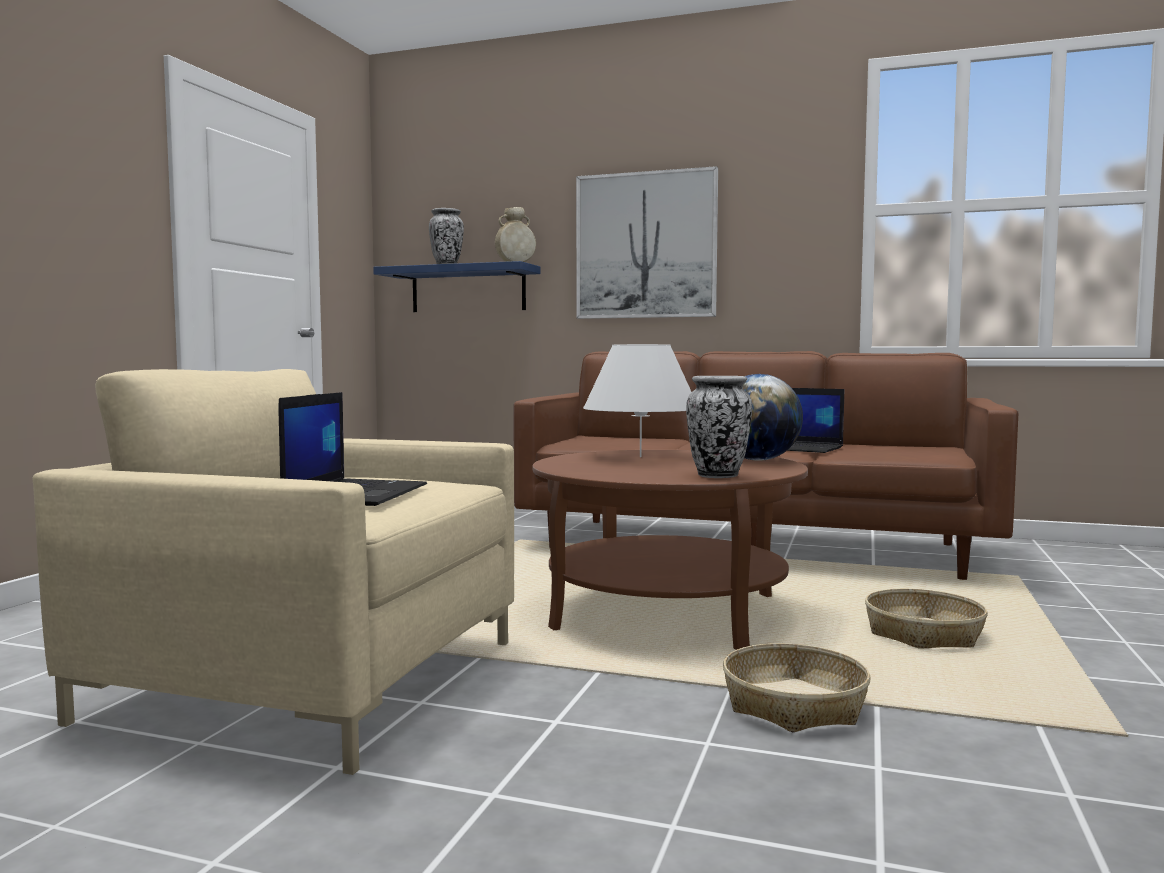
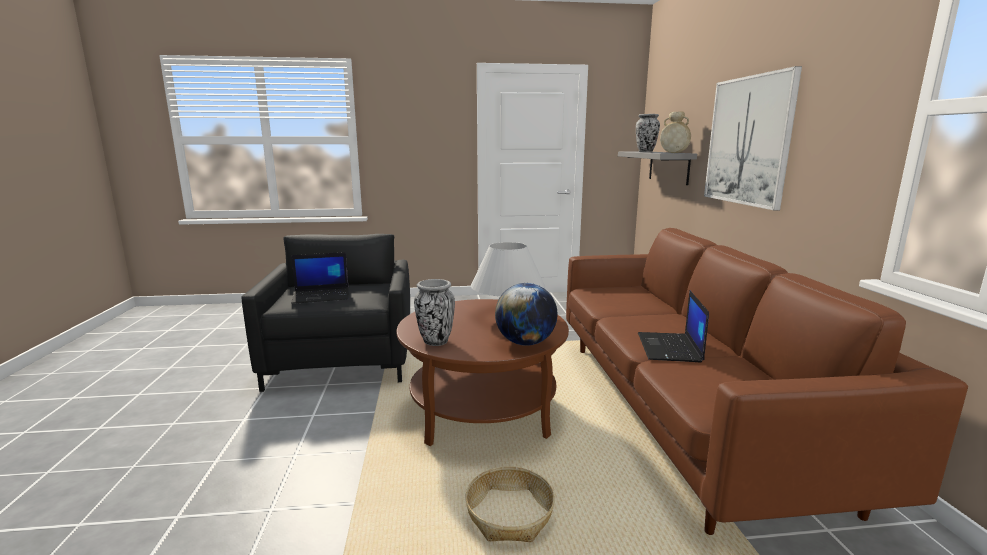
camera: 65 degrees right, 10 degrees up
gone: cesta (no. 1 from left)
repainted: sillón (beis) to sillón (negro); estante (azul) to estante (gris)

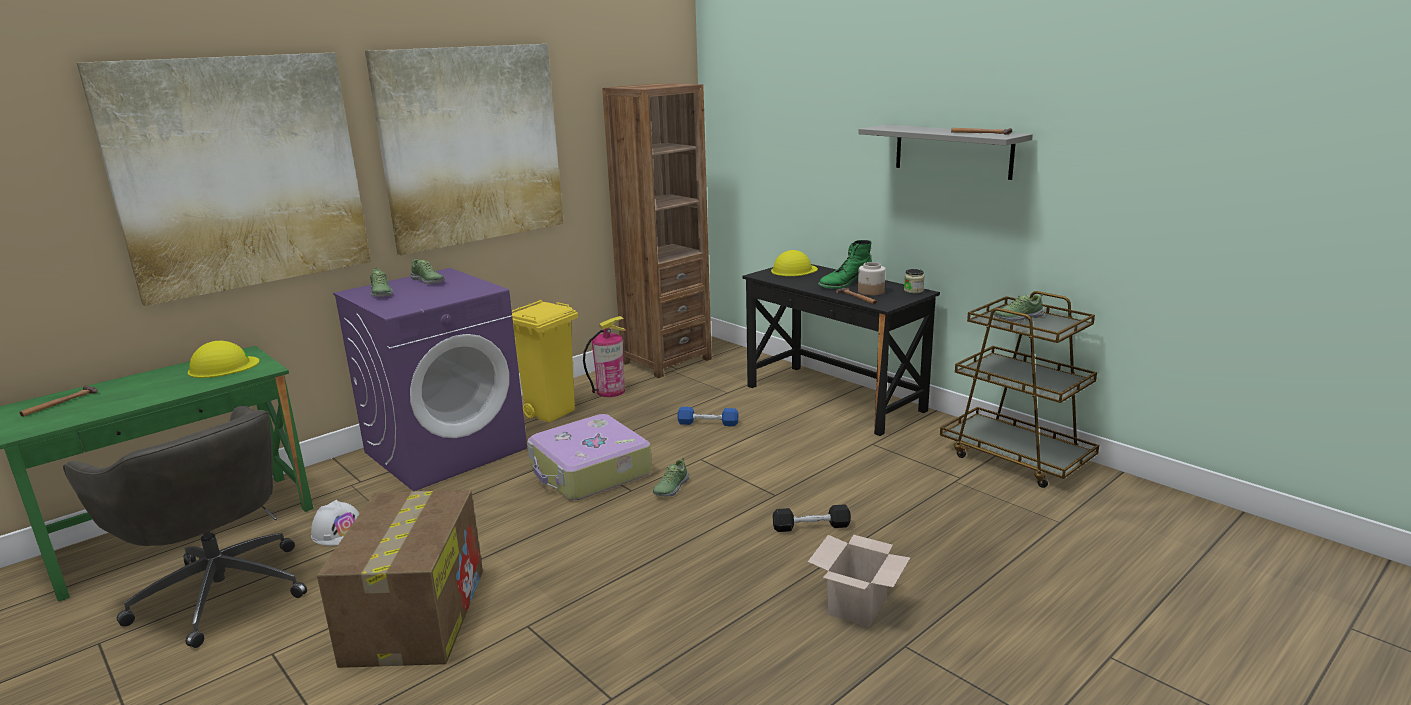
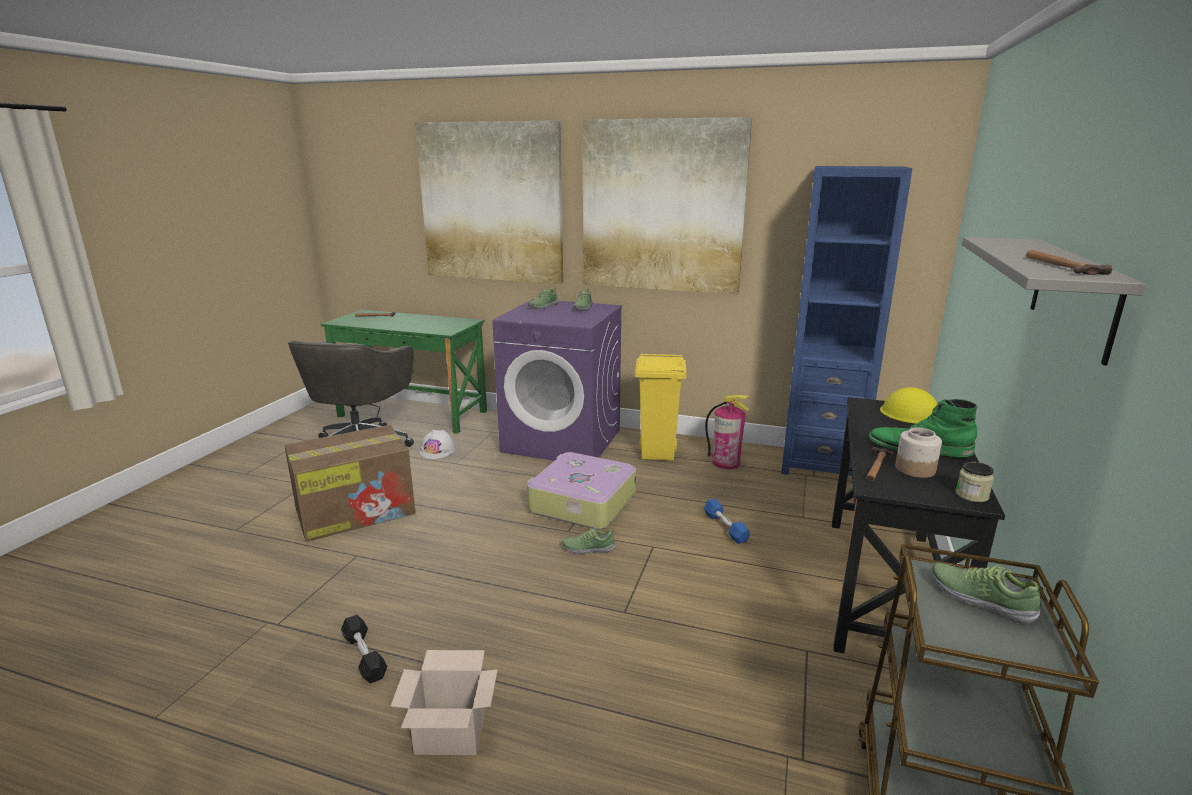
camera: 60 degrees right, 0 degrees up
gone: casco (amarillo) (no. 1 from left)
shifted: mancuerna (negro)
repainted: estantería (marrón) to estantería (azul)

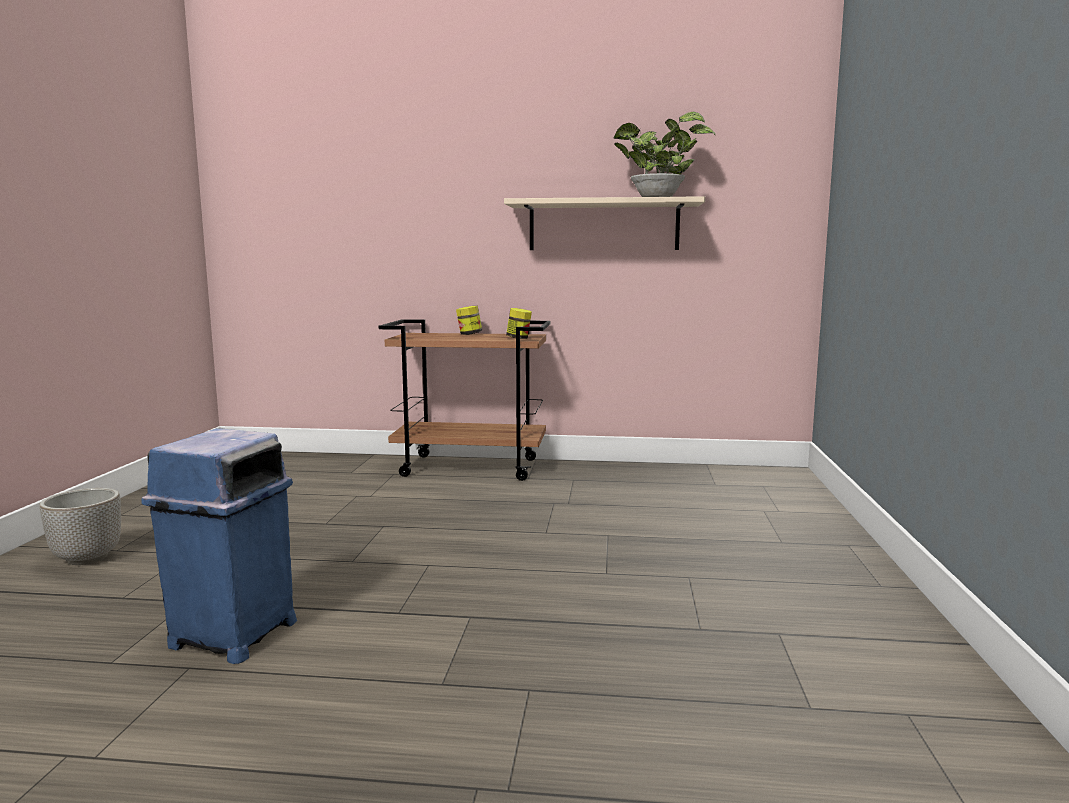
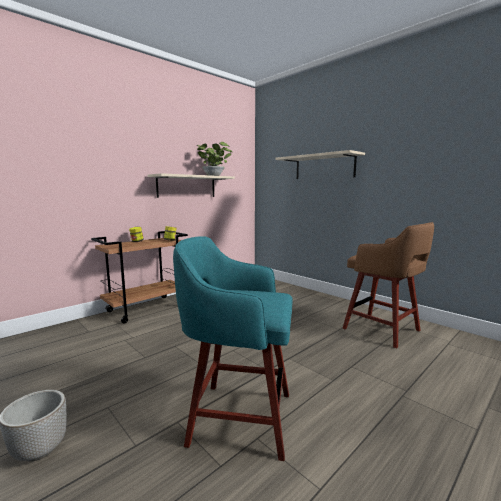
camera: 50 degrees left, 0 degrees up
new: estante (beis) (no. 2 from left); taburete (marrón)
swapped: papelera (azul) to taburete (turquesa)

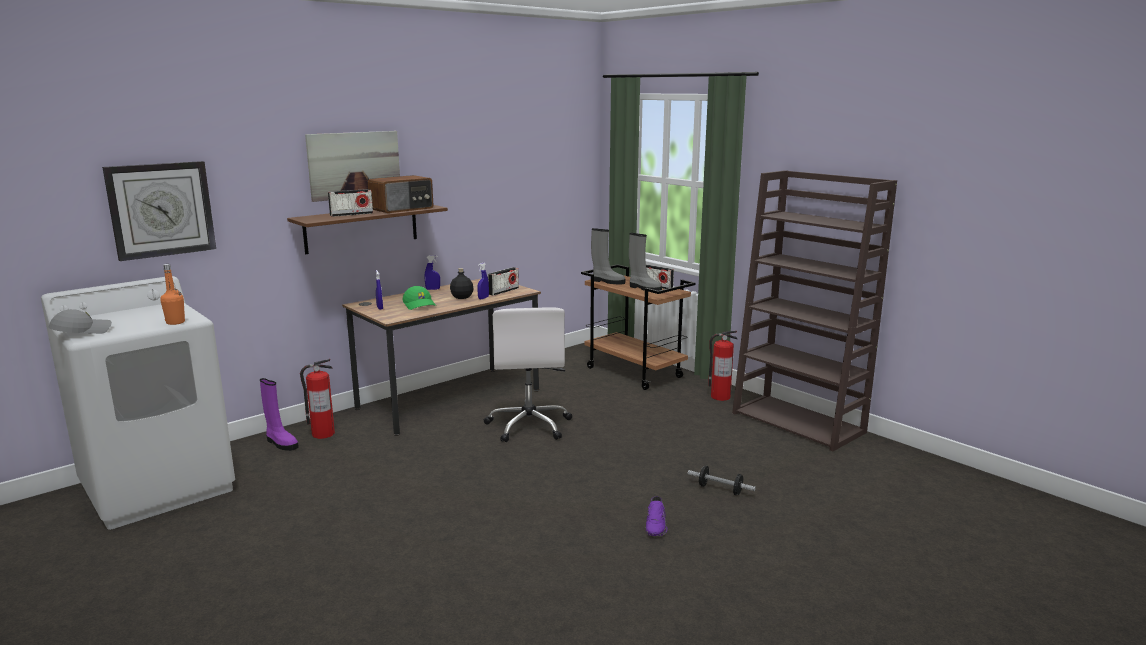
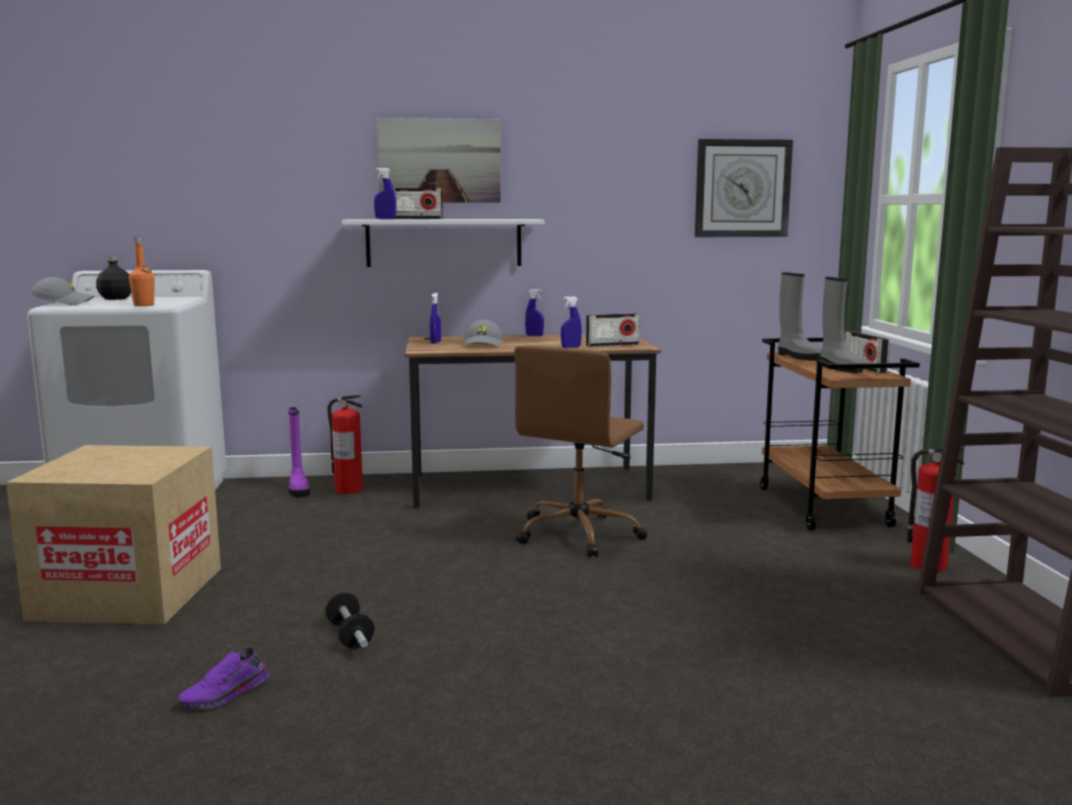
camera: 35 degrees right, 5 degrees down
gone: radio (no. 2 from left)
new: caja de cartón; pulverizador (azul) (no. 1 from left)
shifted: reloj de pared; botella (negro); zapato (morado); mancuerna
repainted: estante (marrón) to estante (blanco); gorra (verde) to gorra (gris) (no. 2 from left); silla de oficina (blanco) to silla de oficina (marrón)

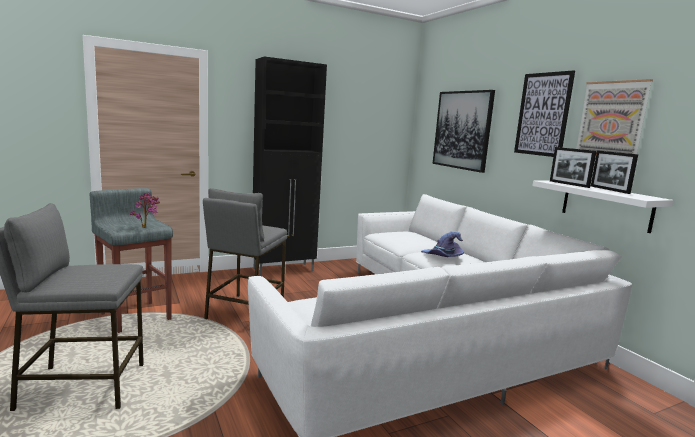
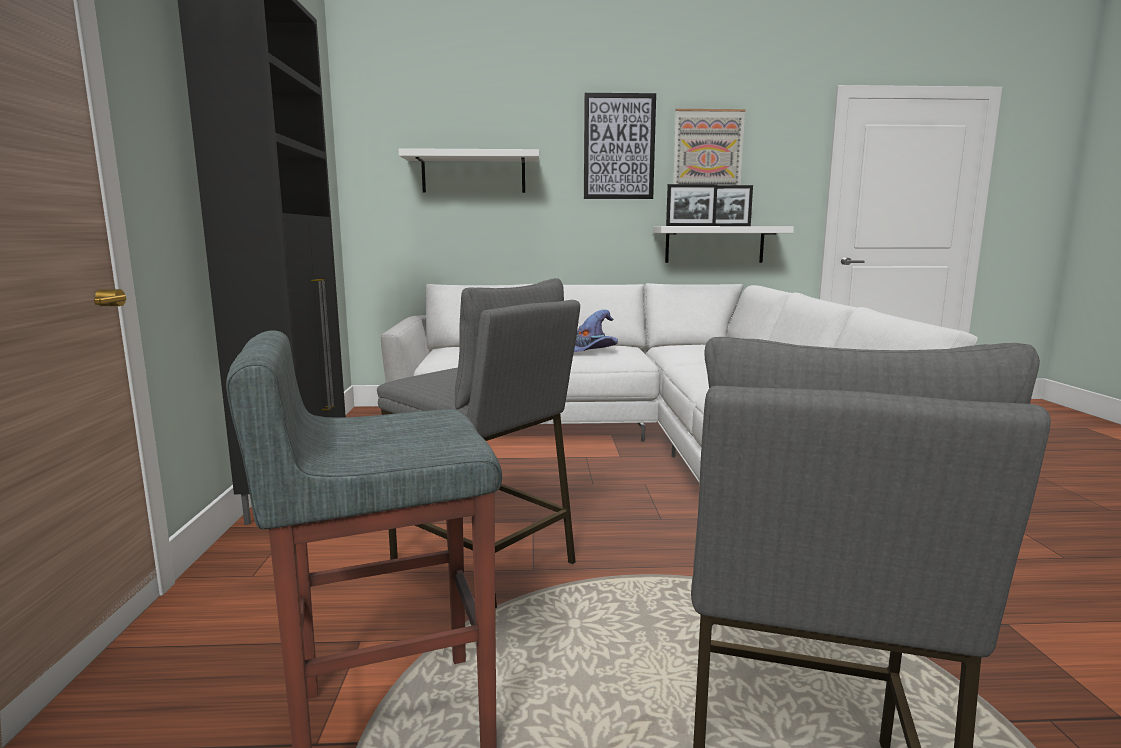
camera: 65 degrees left, 0 degrees up
gone: planta en maceta
swapped: cuadro (no. 1 from left) to estante (blanco) (no. 1 from left)

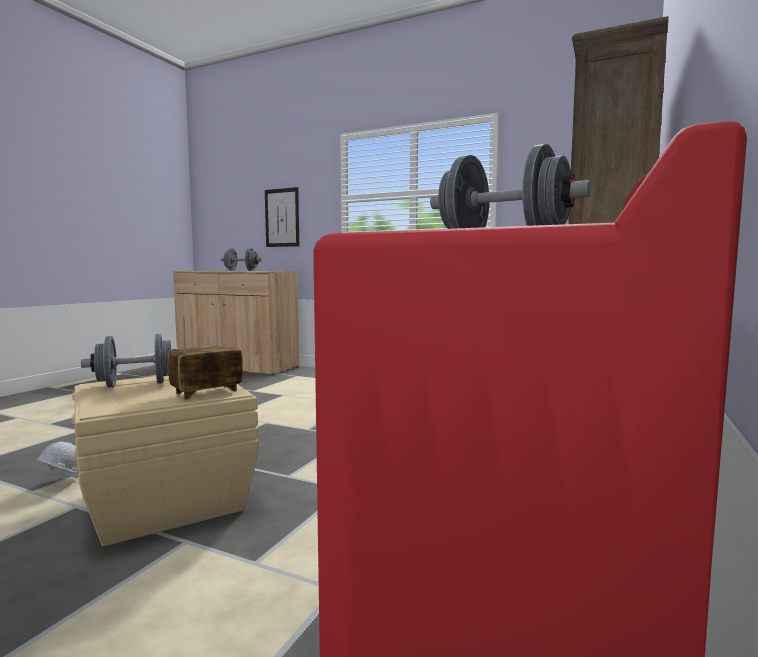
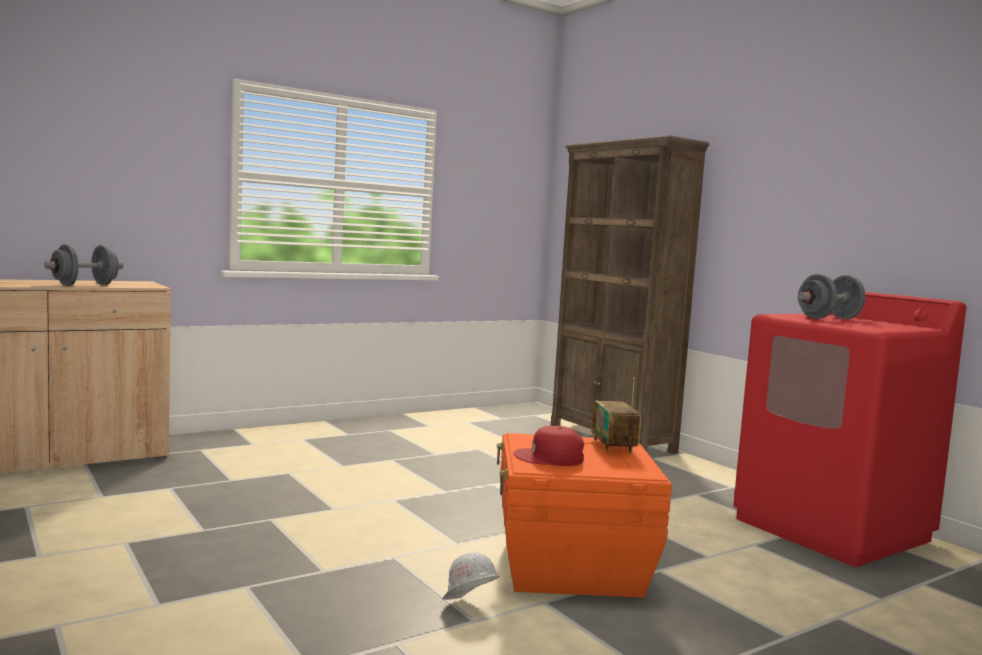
camera: 60 degrees left, 0 degrees up
gone: cuadro
swapped: mancuerna (gris) (no. 1 from left) to gorra (rojo)
repainted: caja de almacenaje (beis) to caja de almacenaje (naranja)

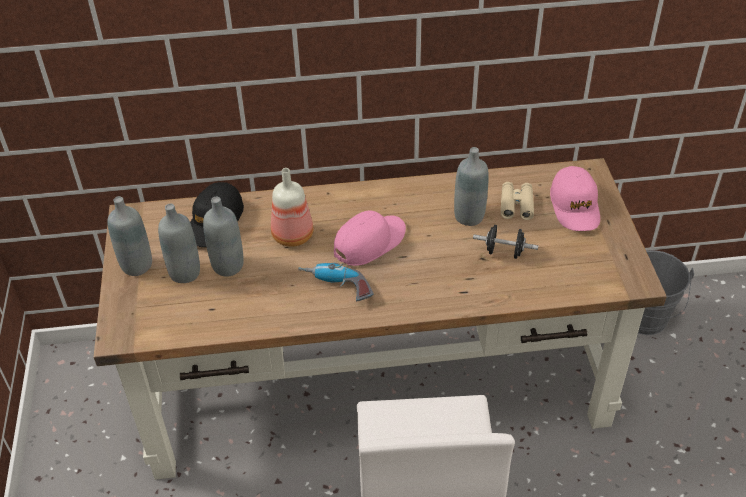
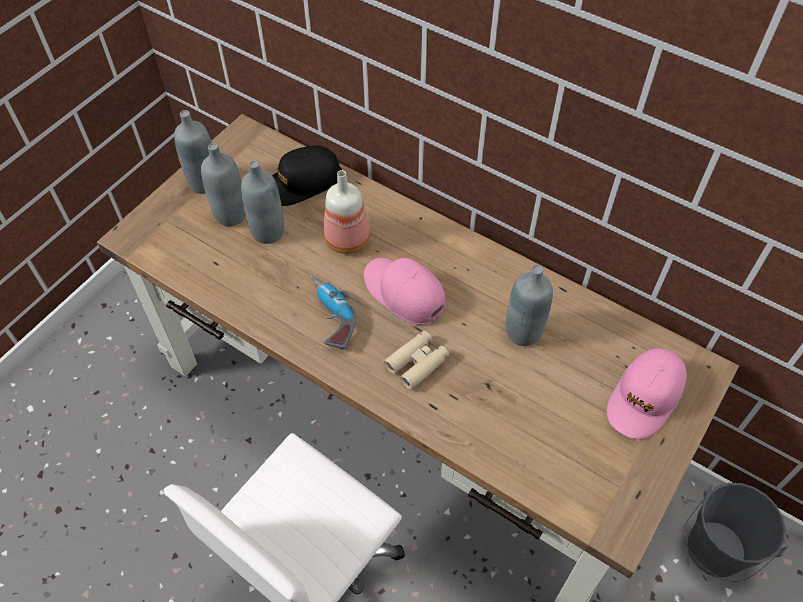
camera: 40 degrees right, 10 degrees up
gone: mancuerna (negro)
shifted: prismáticos (beis)
rotated: gorra (rosa) (no. 1 from left) 135 degrees counterclockwise

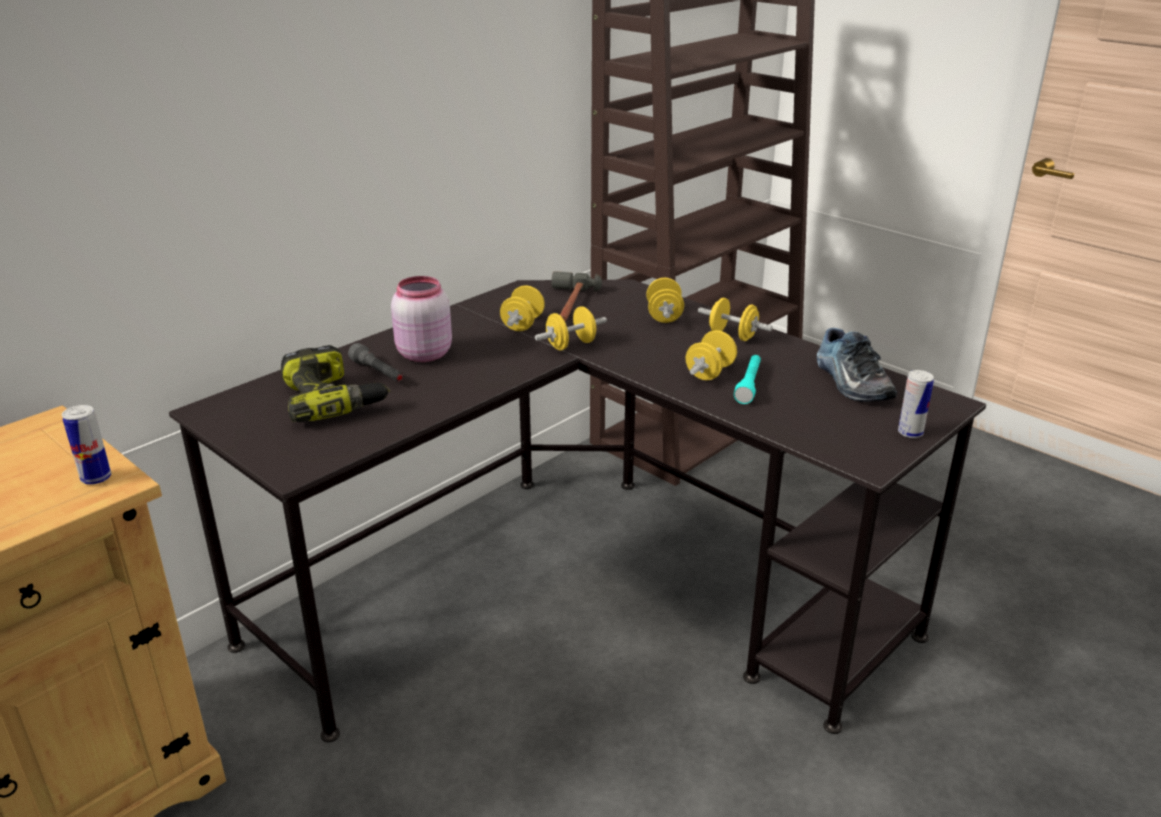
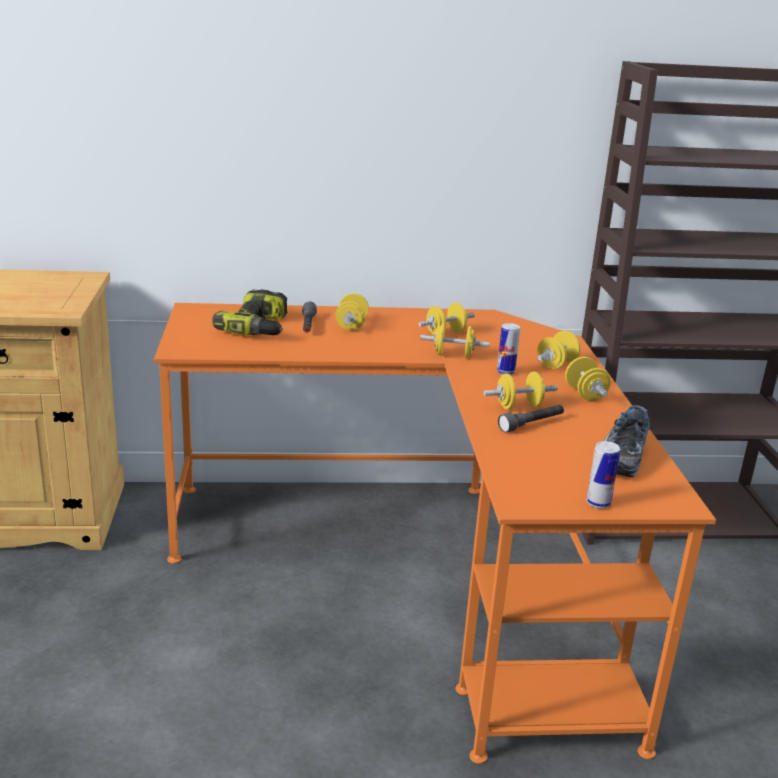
camera: 40 degrees right, 5 degrees down
gone: martillo
shifted: lata (no. 1 from left)
swapped: tarro (rosa) to mancuerna (amarillo) (no. 1 from left)
repainted: escritorio (negro) to escritorio (naranja); linterna (turquesa) to linterna (gris) (no. 2 from left)

